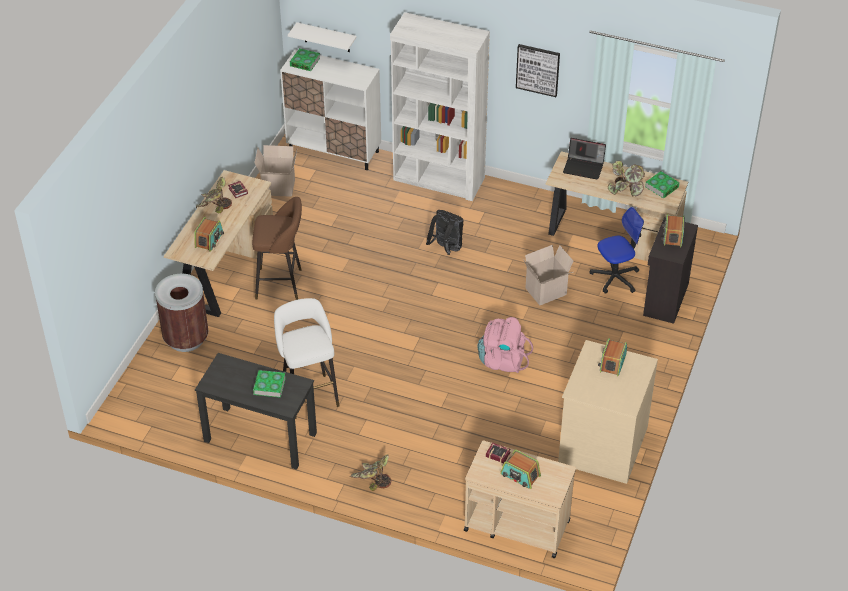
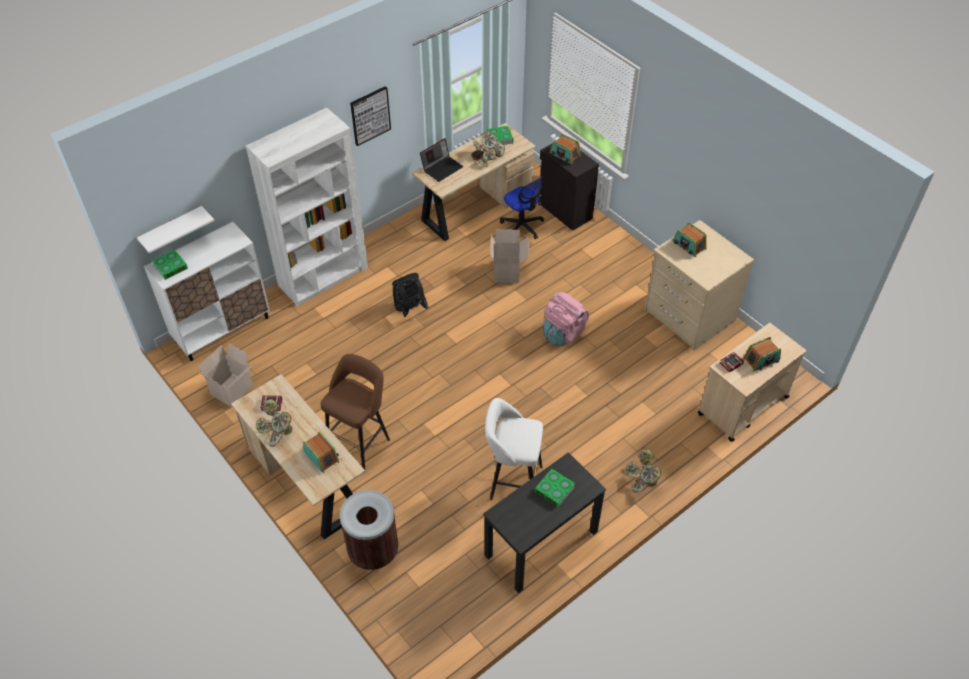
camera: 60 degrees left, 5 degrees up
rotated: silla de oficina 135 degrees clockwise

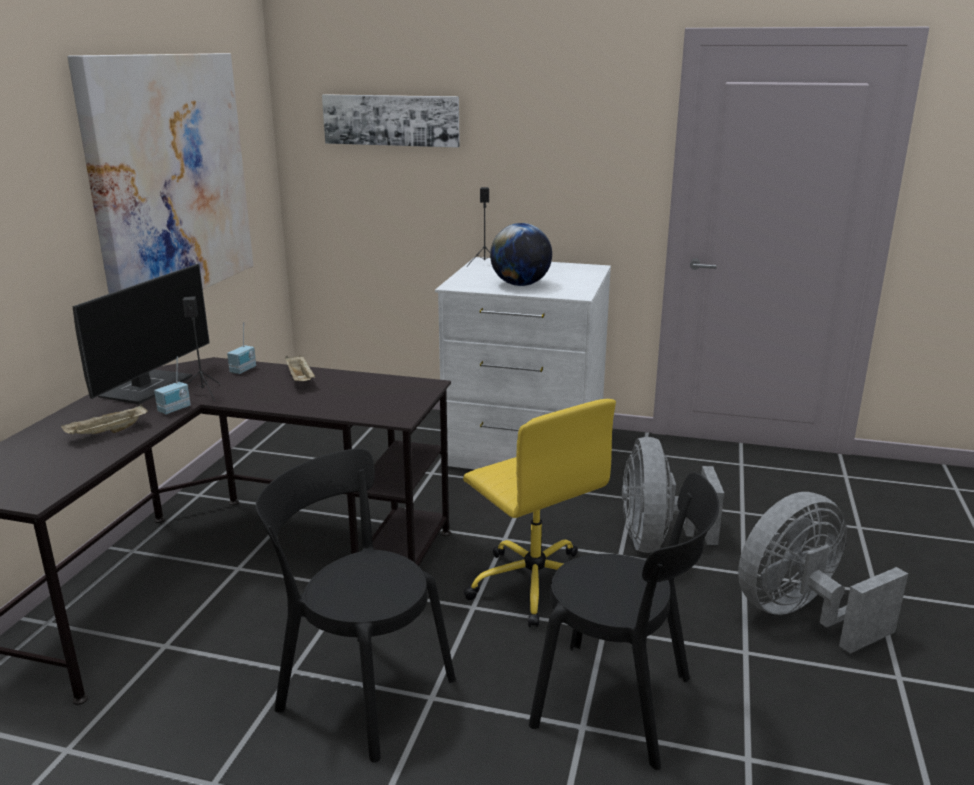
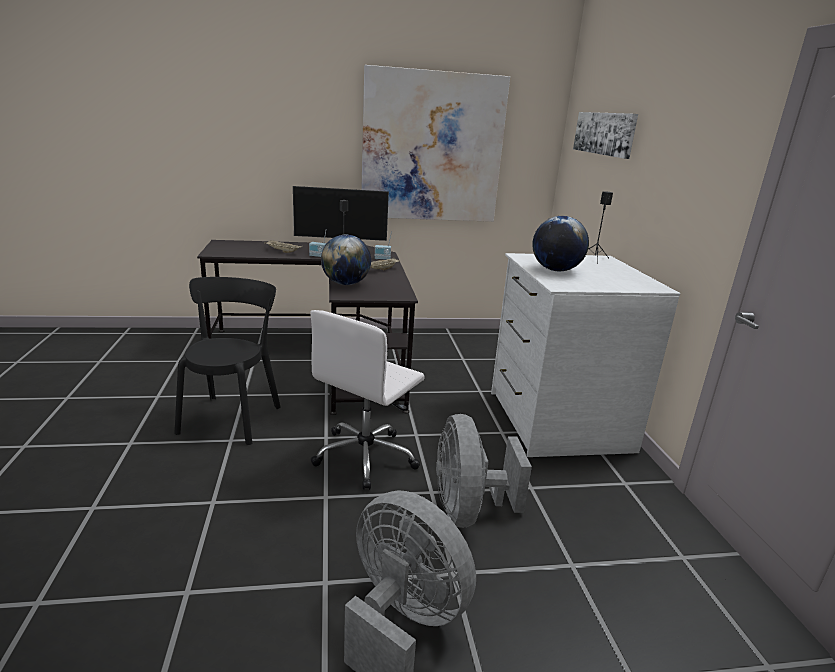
camera: 65 degrees right, 0 degrees up
gone: silla (negro) (no. 2 from left)
new: globo terráqueo (no. 1 from left)
repainted: silla de oficina (amarillo) to silla de oficina (blanco)
rotated: ventilador (gris) (no. 1 from left in the first image) 75 degrees counterclockwise

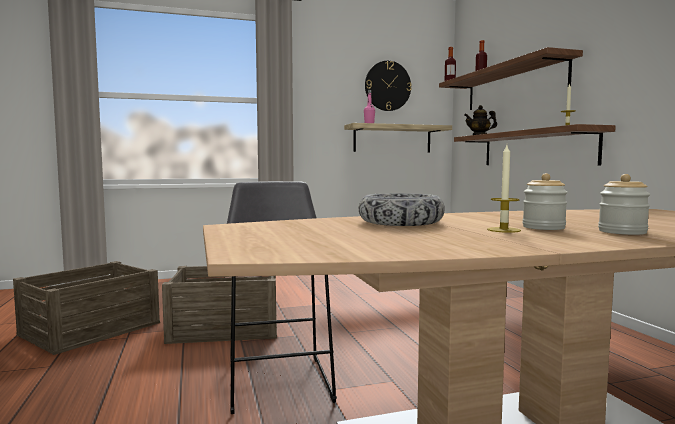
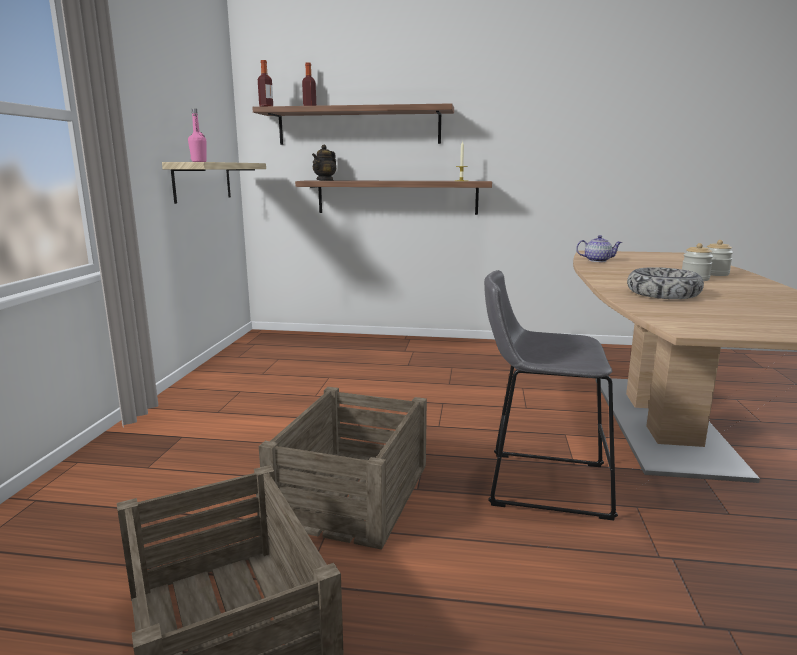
camera: 65 degrees left, 10 degrees up
gone: reloj de pared; vela (no. 1 from left)
new: tetera (no. 2 from left)

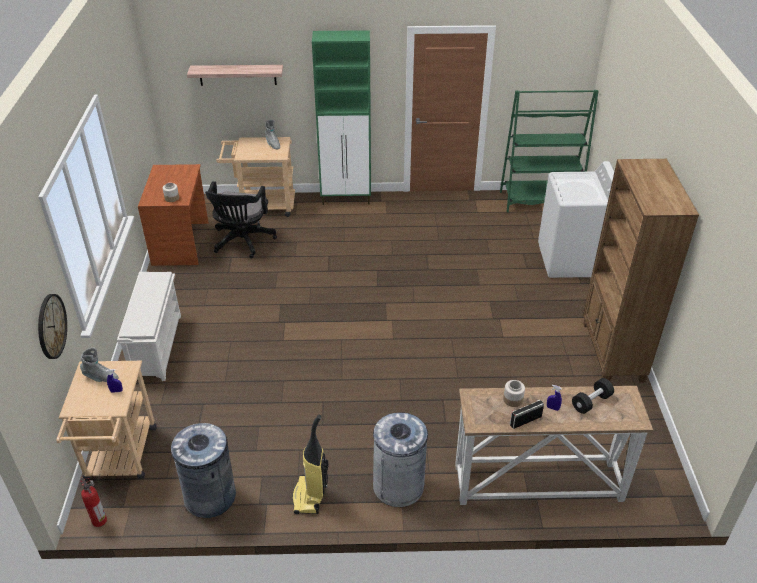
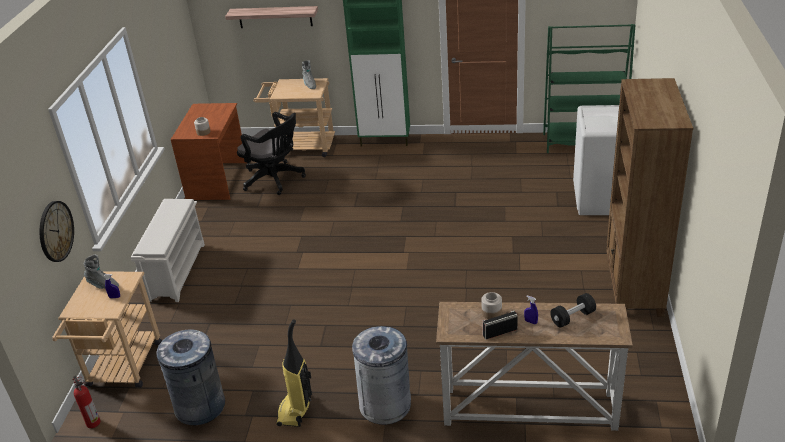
camera: 10 degrees right, 5 degrees down
rotated: silla de oficina (negro) 75 degrees counterclockwise

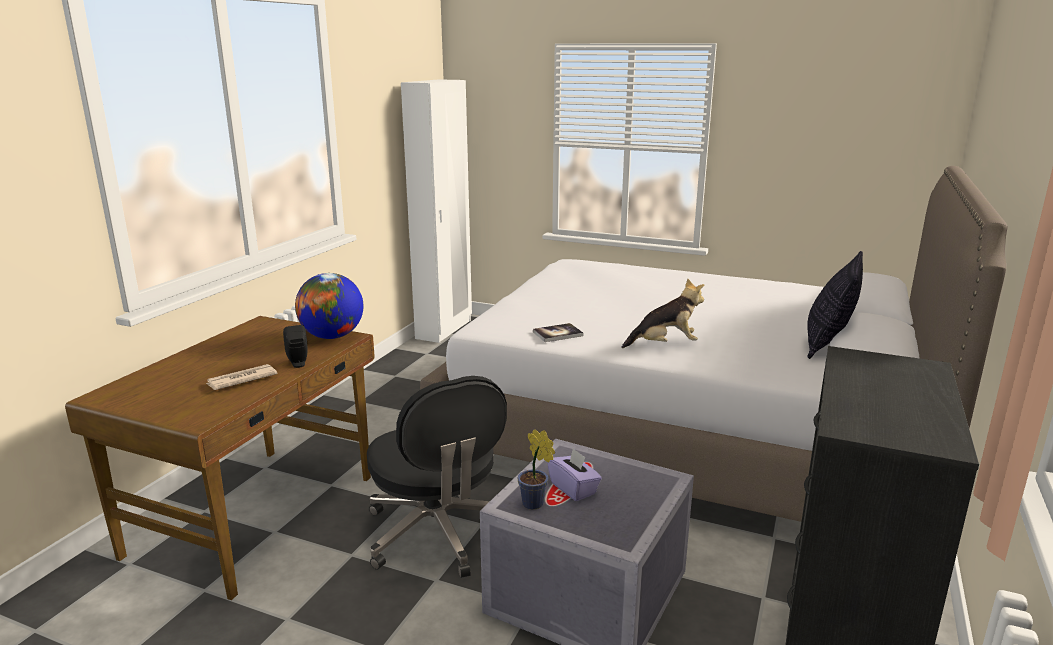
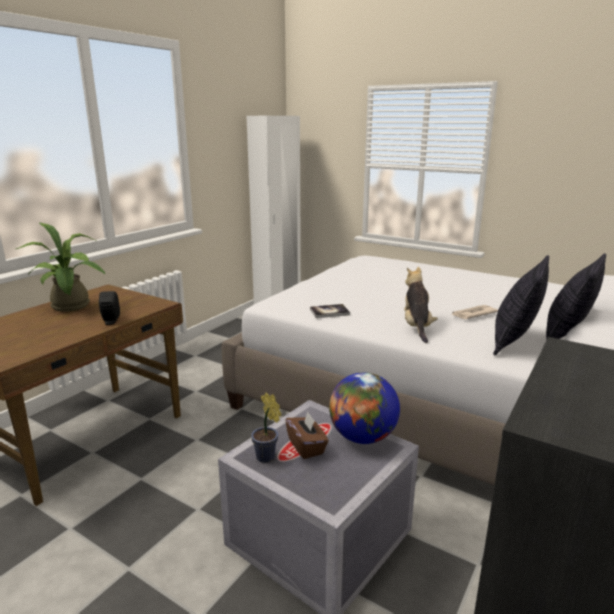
camera: 10 degrees right, 0 degrees up
gone: silla de oficina (negro)
new: planta en maceta (no. 1 from left); cojín (no. 1 from left)
shifted: periódico; globo terráqueo
repainted: caja de pañuelos (morado) to caja de pañuelos (marrón)
rotated: peluche 90 degrees counterclockwise

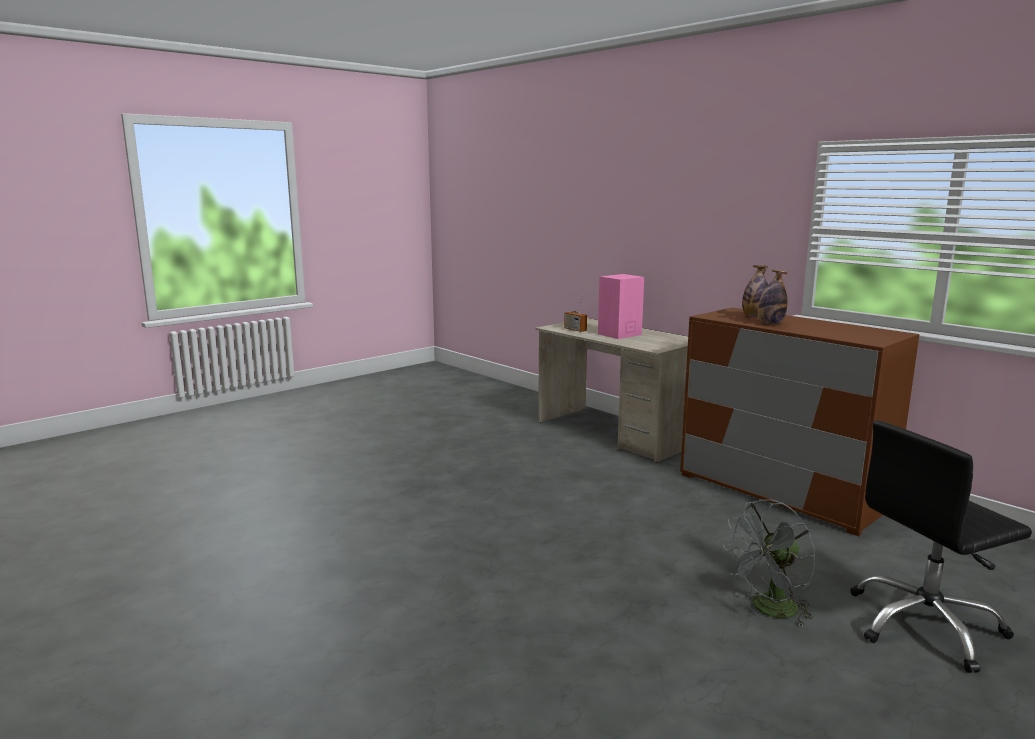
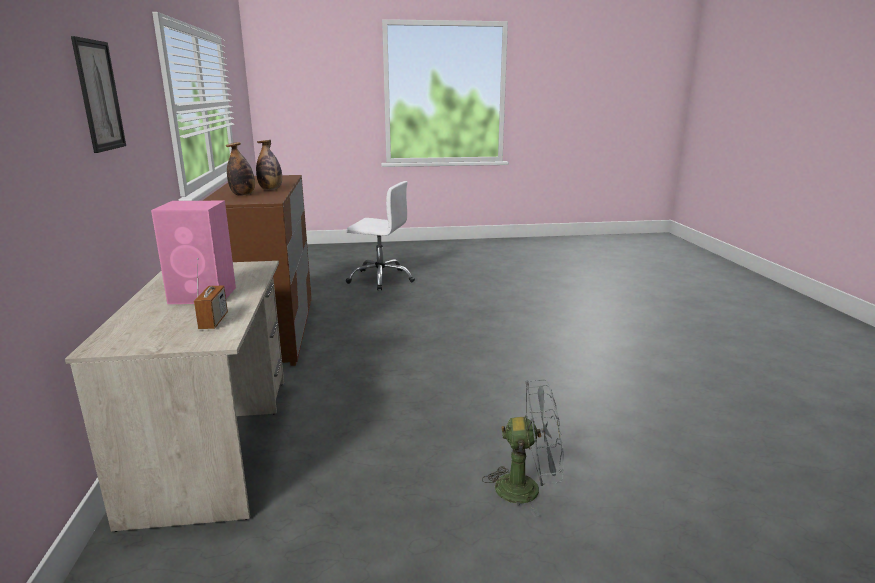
camera: 145 degrees left, 5 degrees up
new: cuadro
shifted: ventilador (gris)
repainted: silla de oficina (negro) to silla de oficina (blanco)

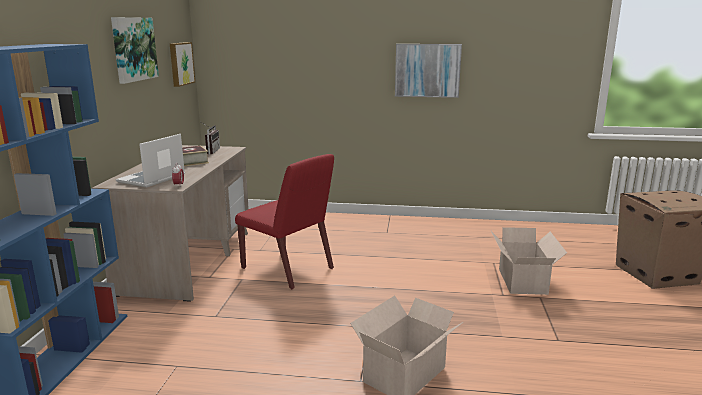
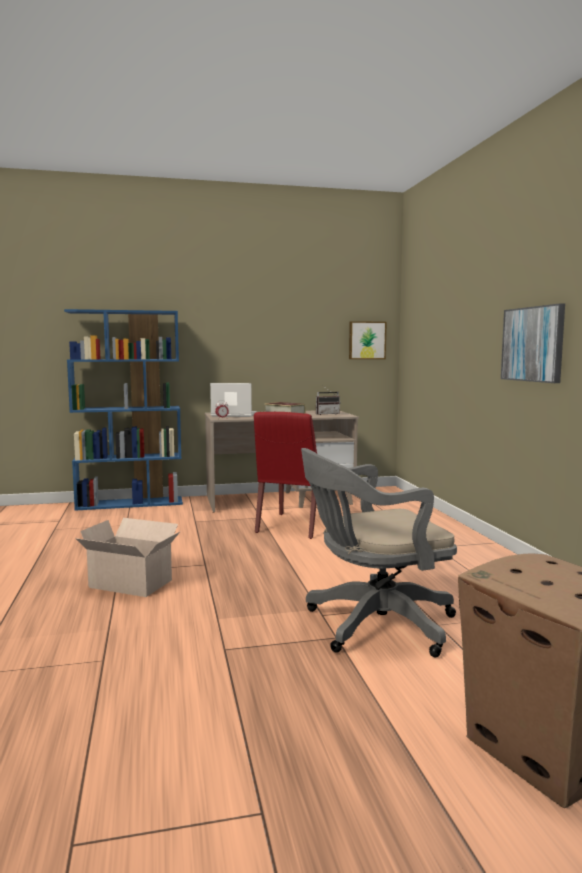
camera: 70 degrees right, 10 degrees down
gone: cuadro (no. 1 from left)
swapped: caja de cartón (no. 2 from left) to silla de oficina (gris)

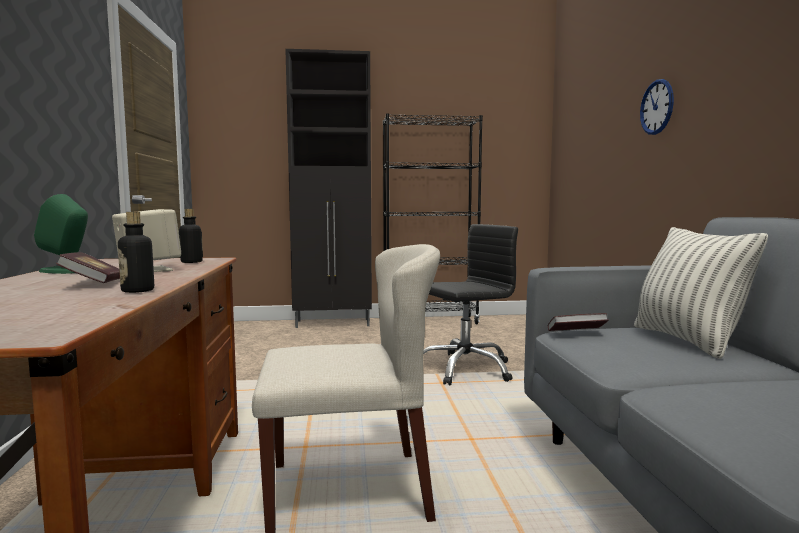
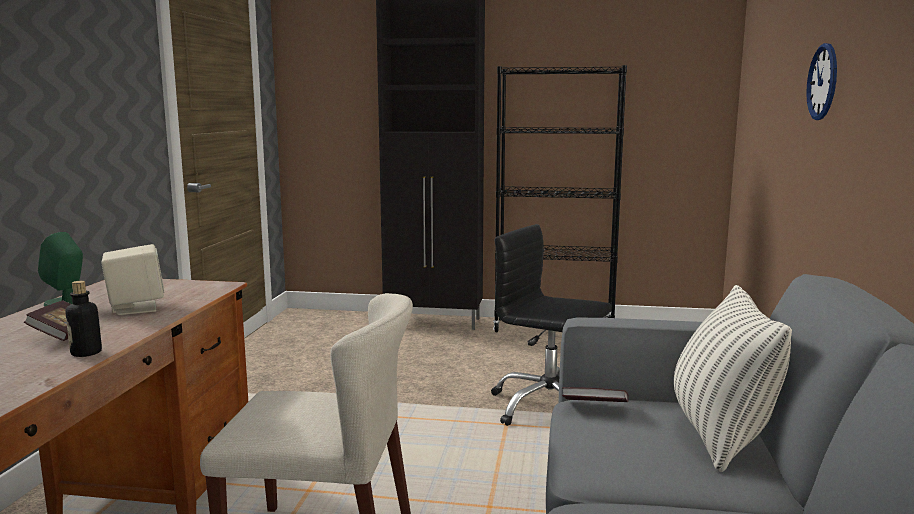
camera: 15 degrees right, 5 degrees up
gone: botella (no. 2 from left)
rotated: silla de oficina (negro) 135 degrees counterclockwise

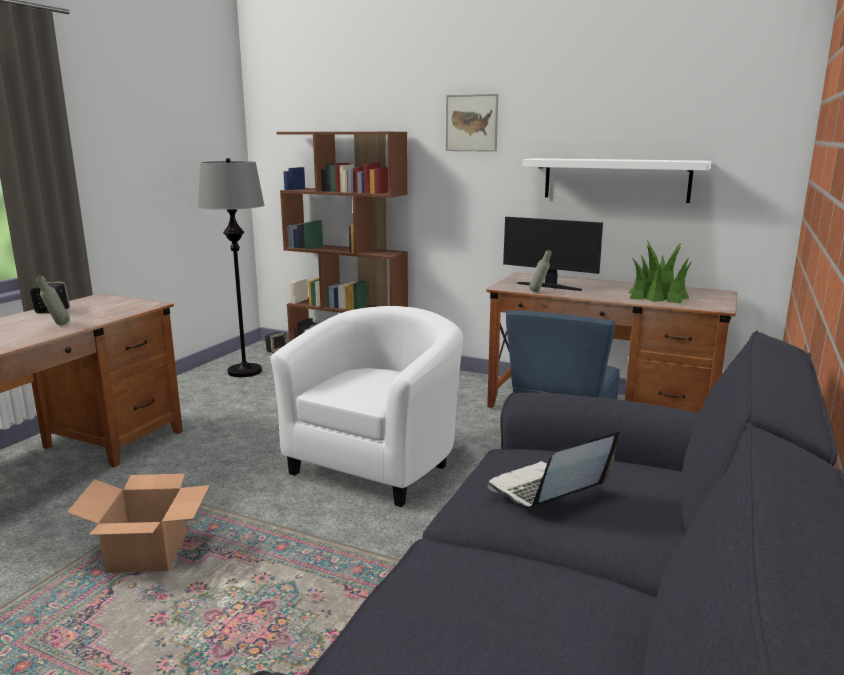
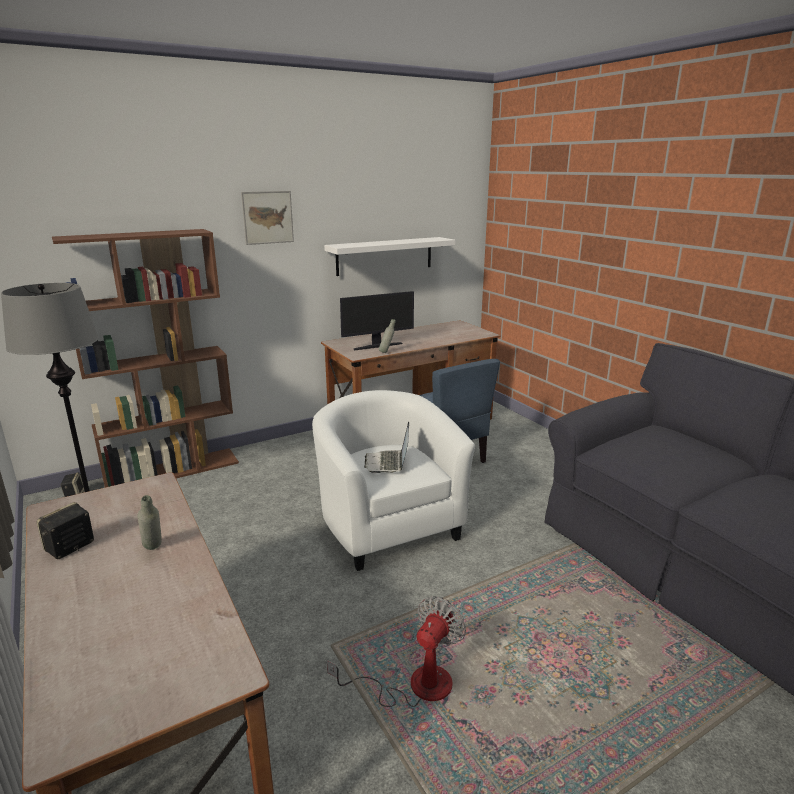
camera: 55 degrees left, 5 degrees up
gone: planta en maceta
shifted: portátil
swapped: caja de cartón to ventilador

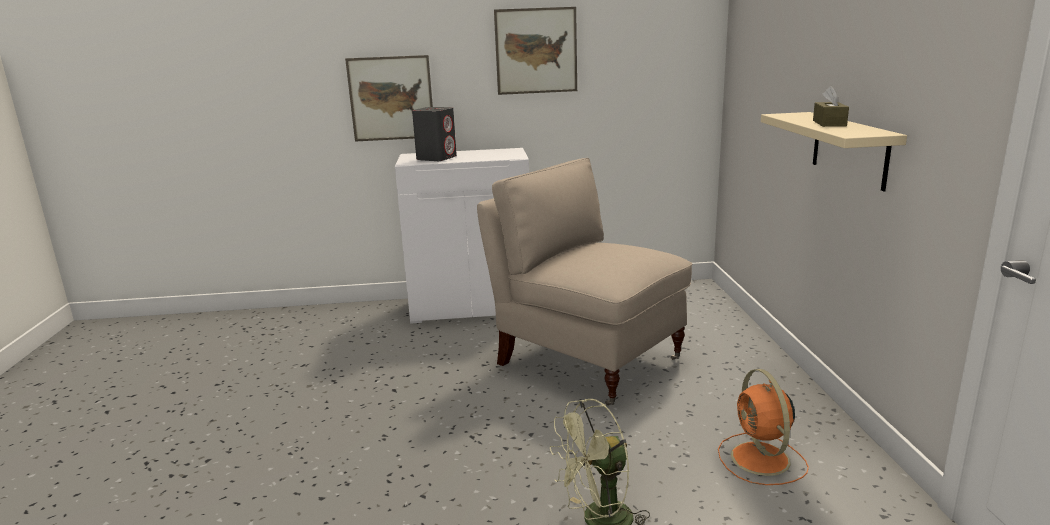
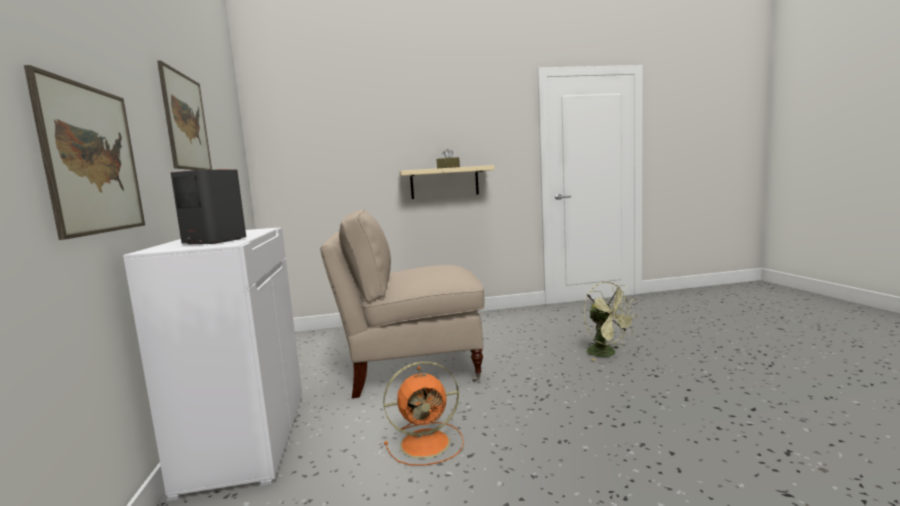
camera: 95 degrees left, 10 degrees down
shifted: ventilador (naranja)
rotated: silla (beis) 45 degrees clockwise

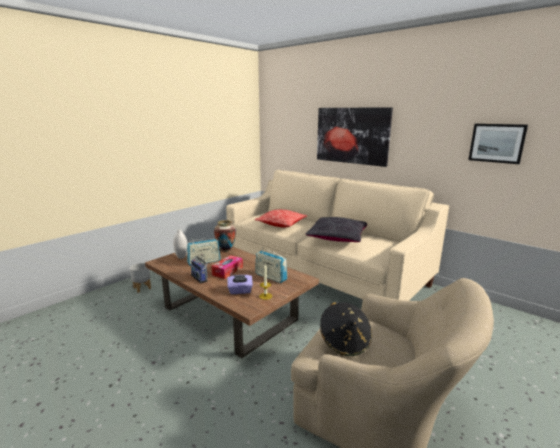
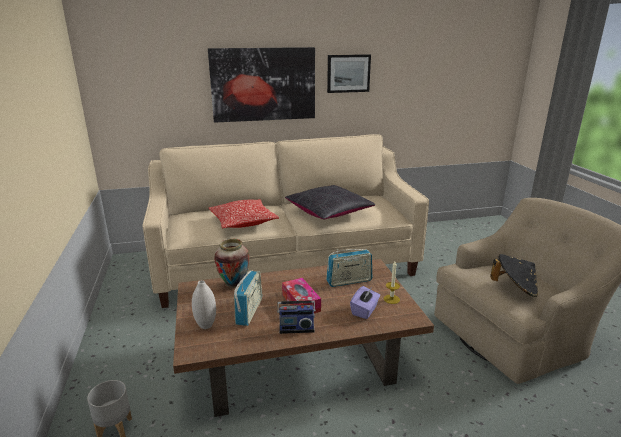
camera: 55 degrees left, 5 degrees up
shifted: cuadro (no. 2 from left)

